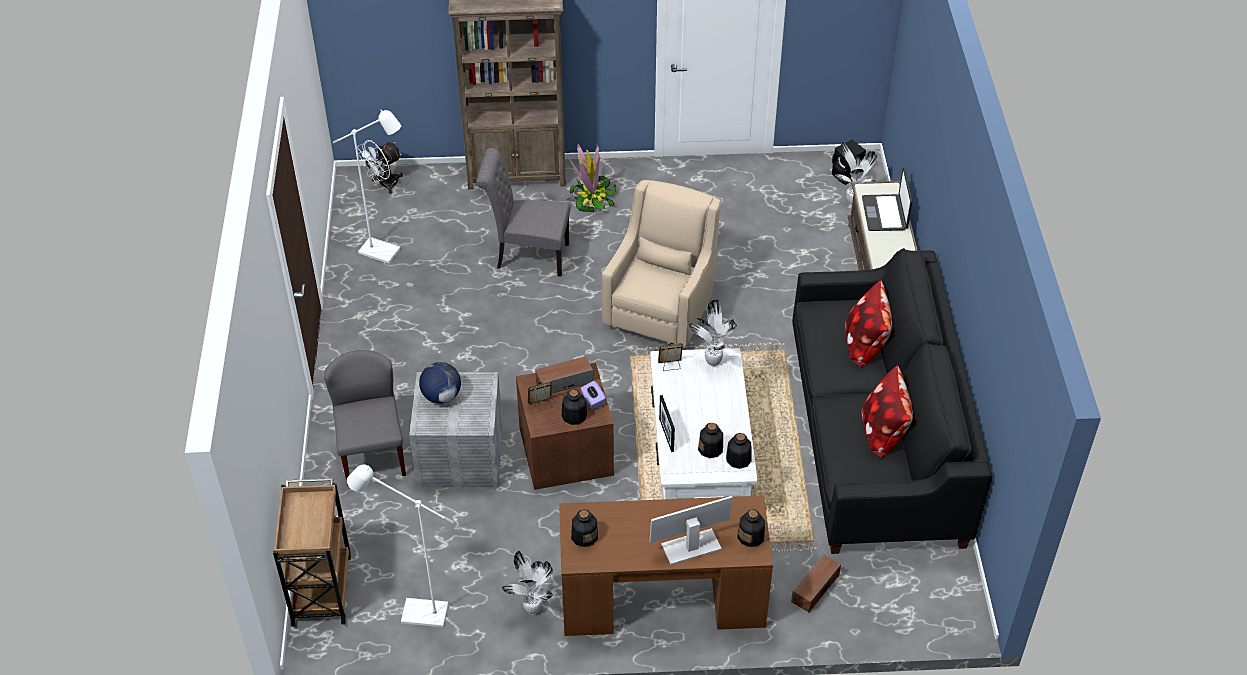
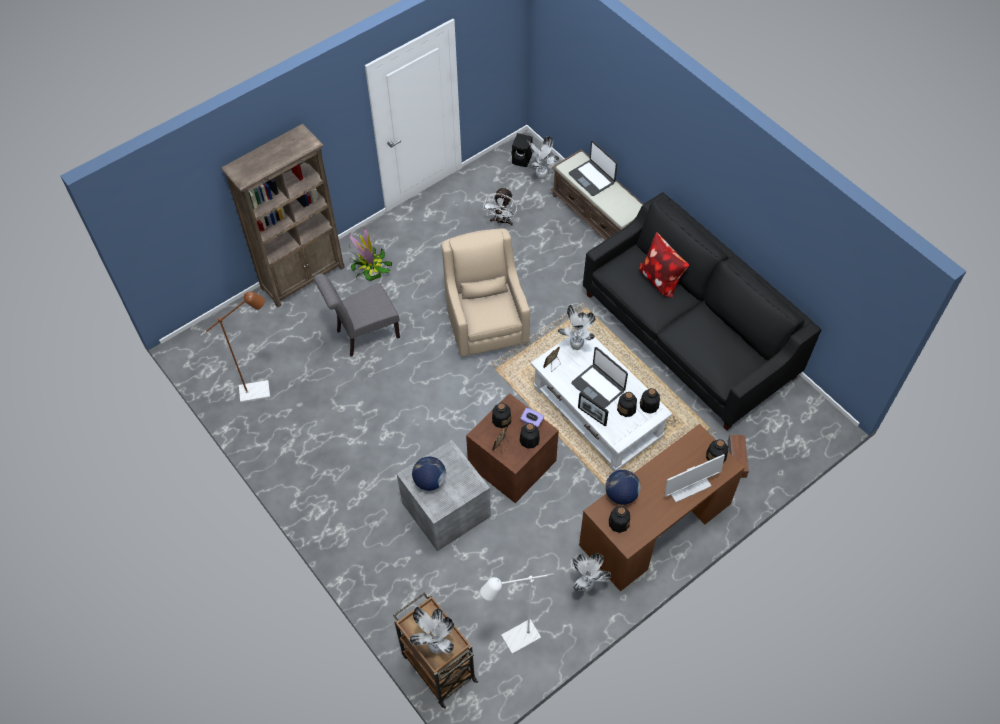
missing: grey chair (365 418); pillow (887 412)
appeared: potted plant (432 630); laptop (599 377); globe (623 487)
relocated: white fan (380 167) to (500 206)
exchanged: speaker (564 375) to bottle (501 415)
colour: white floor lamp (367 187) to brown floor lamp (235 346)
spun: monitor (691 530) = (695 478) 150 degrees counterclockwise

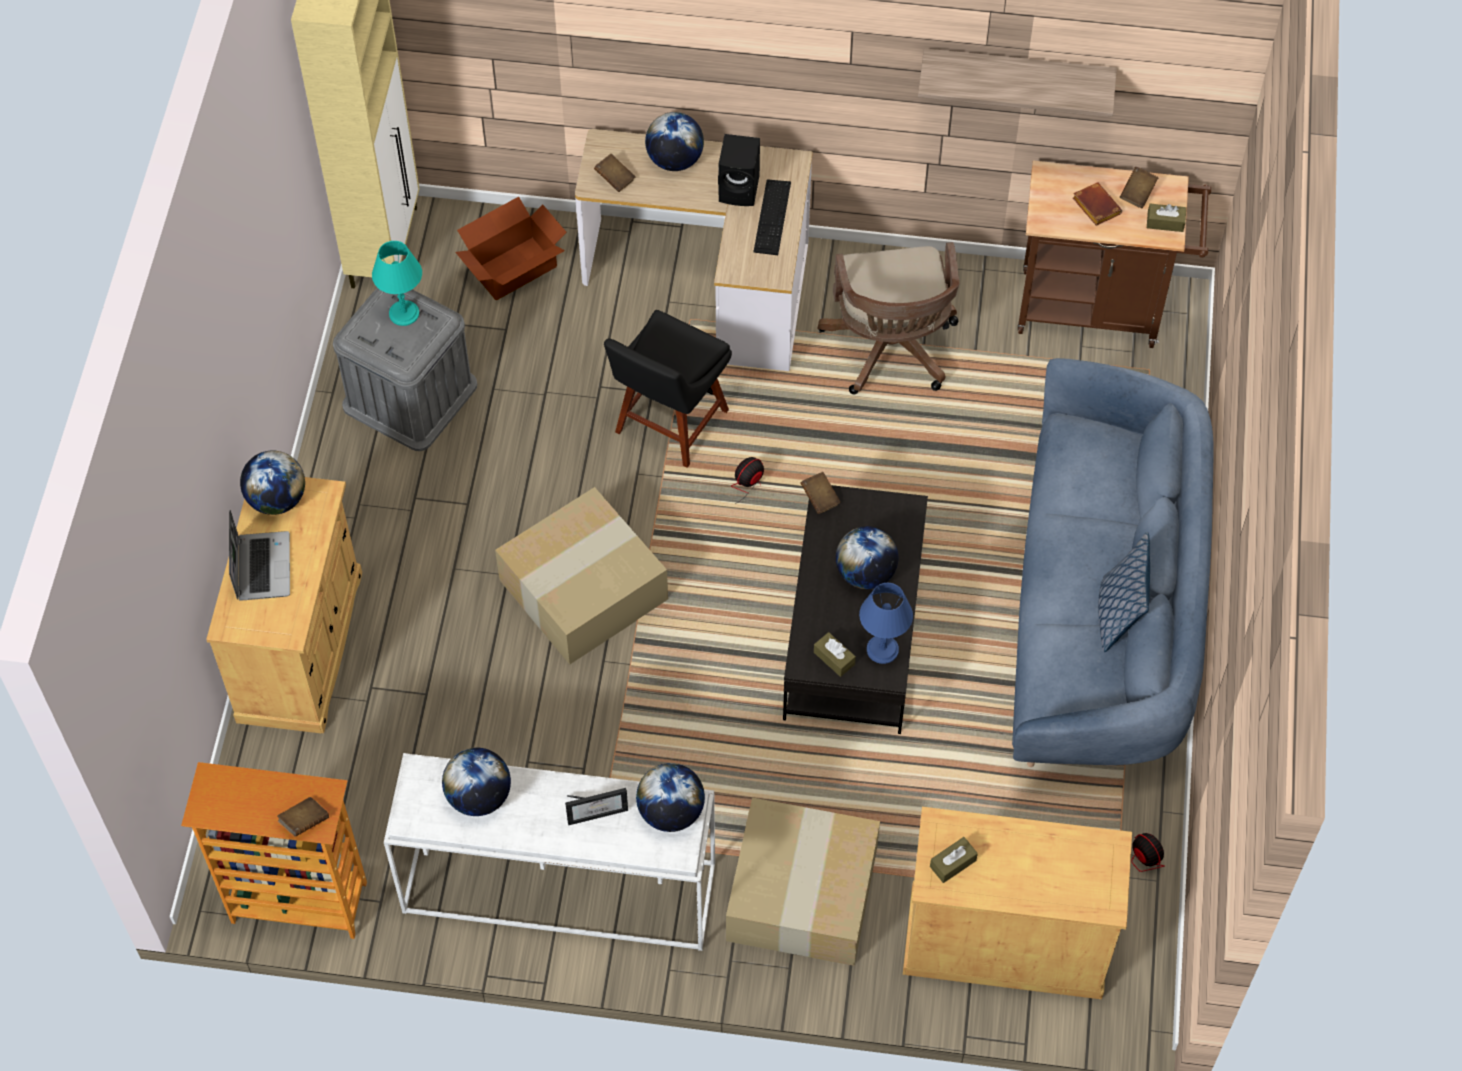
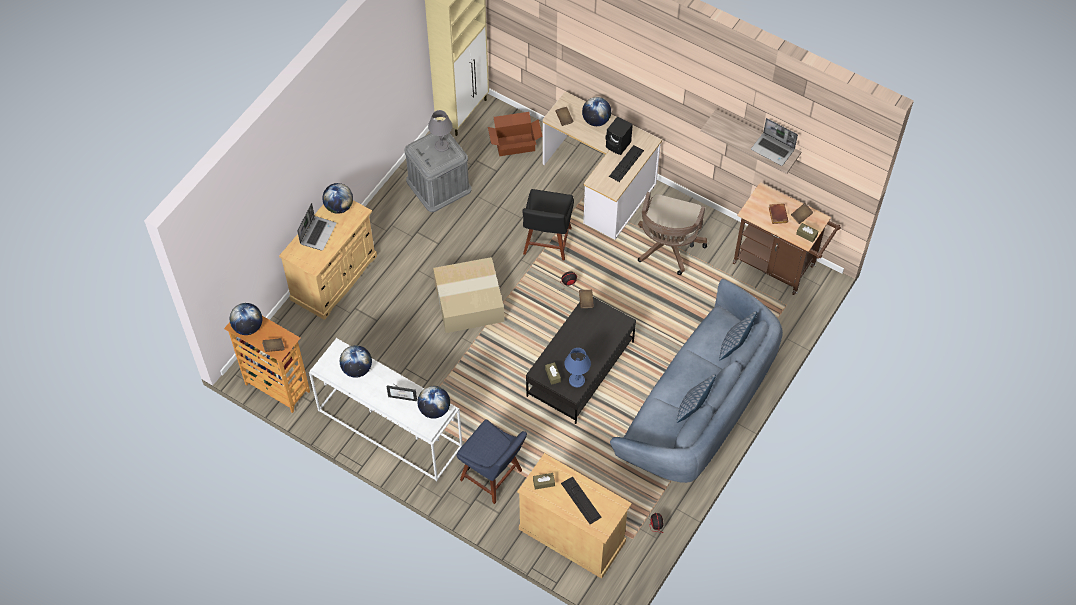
appeared: keyboard (581 500); pillow (738 335); laptop (774 142)
relocated: globe (867 557) to (246 319)
exchanged: cardboard box (803 882) to blue chair (491 461)
colour: turquoise table lamp (397 283) to grey table lamp (440 131)
spun: black chair (668 389) = (548 225) 45 degrees counterclockwise

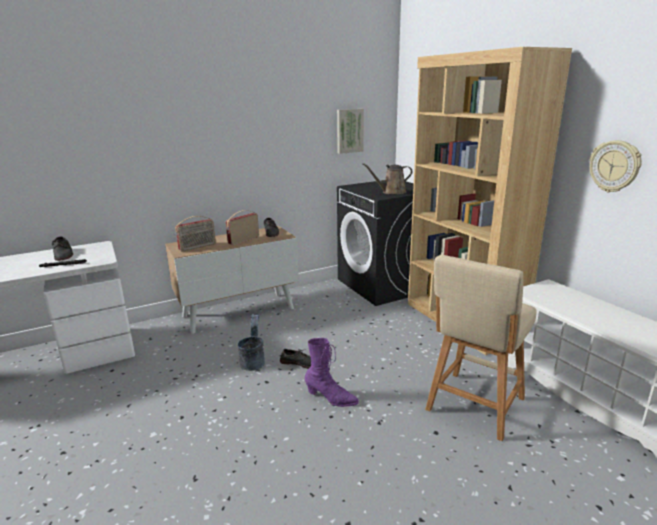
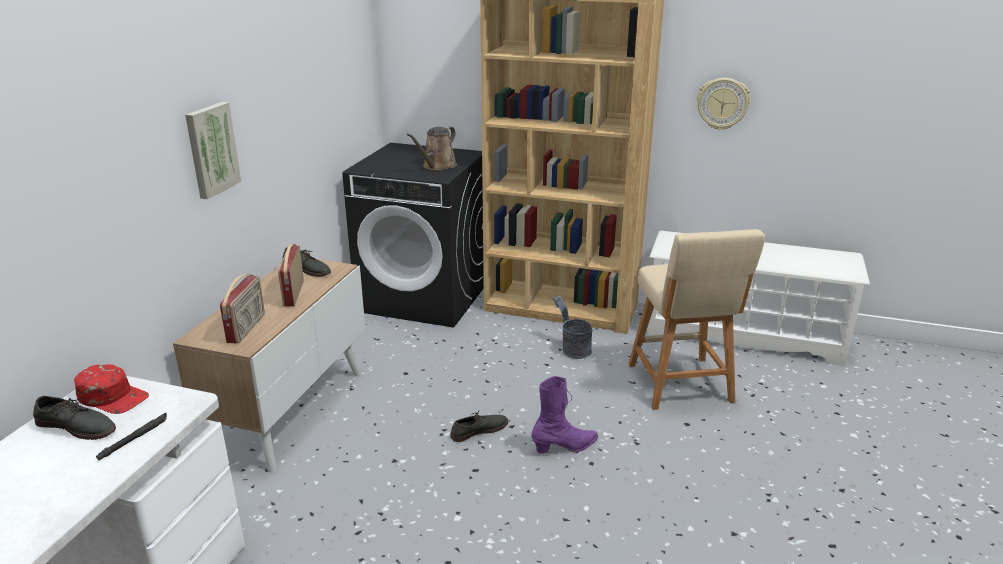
appeared: red cap (111 389)
relocated: grey bucket (251 342) to (572 327); picture (350 131) to (213 150)

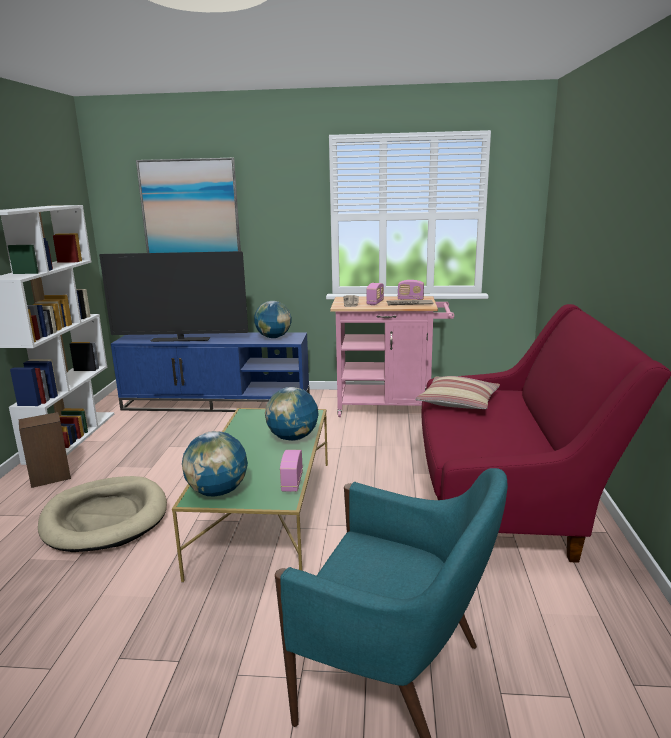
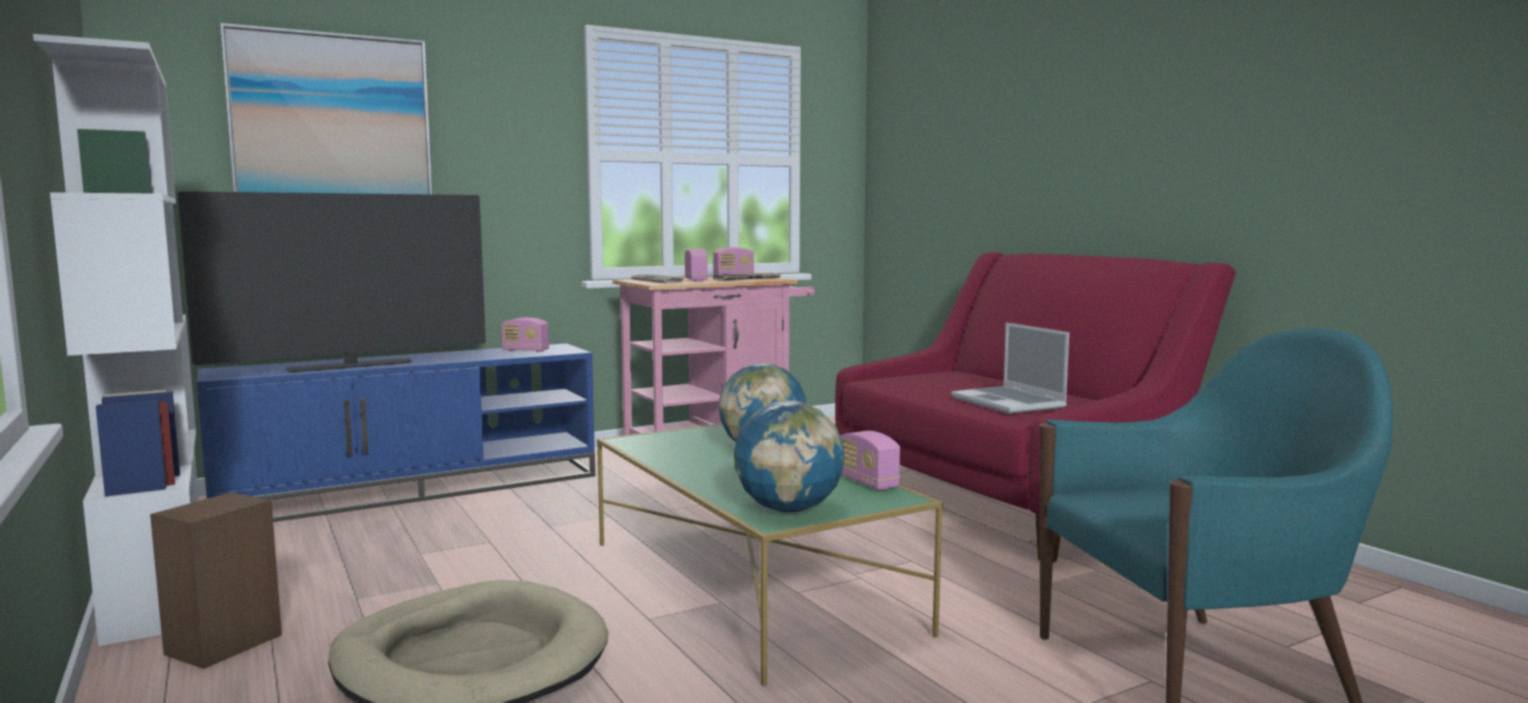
missing: pillow (457 392)
appeared: laptop (1010 368)
exchanged: globe (272 319) to radio (525 334)

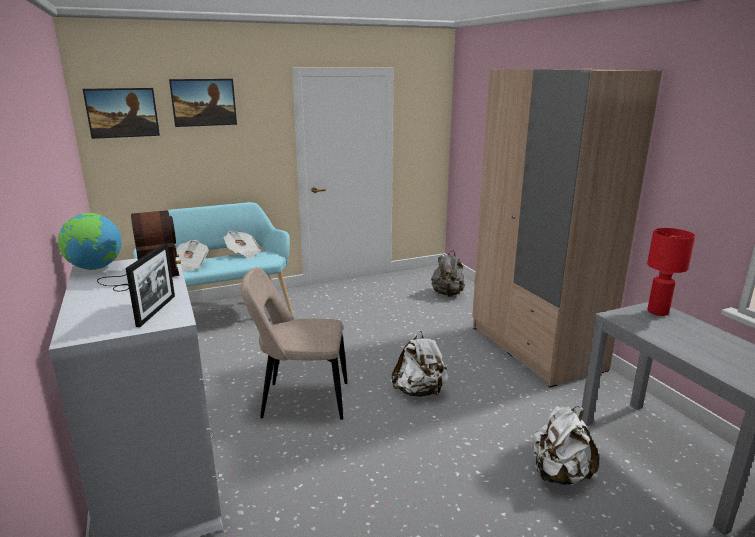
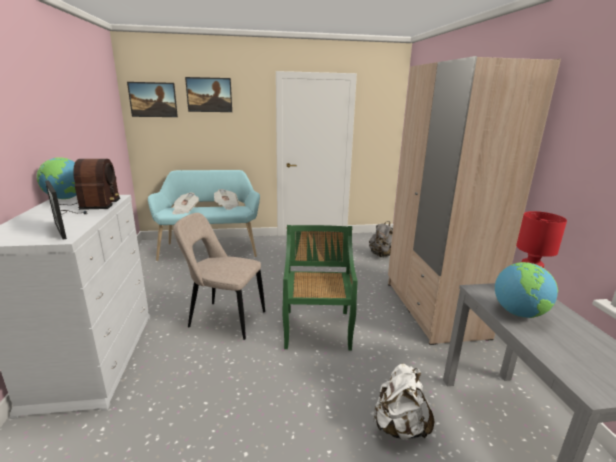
appeared: globe (526 290)
exchanged: white backpack (420 364) to green chair (319 287)
spun: picture frame (150 285) = (56 210) 120 degrees clockwise

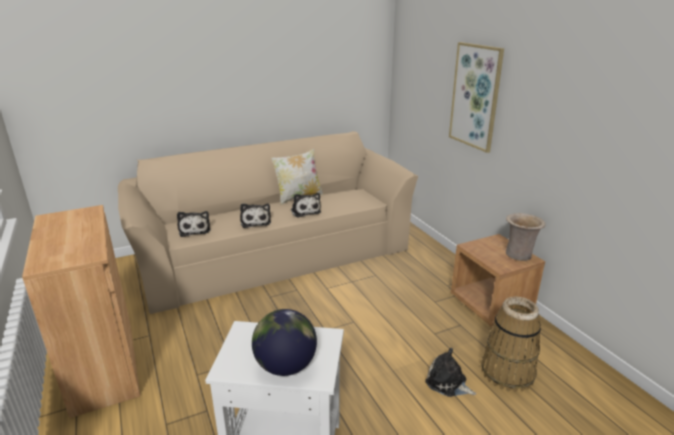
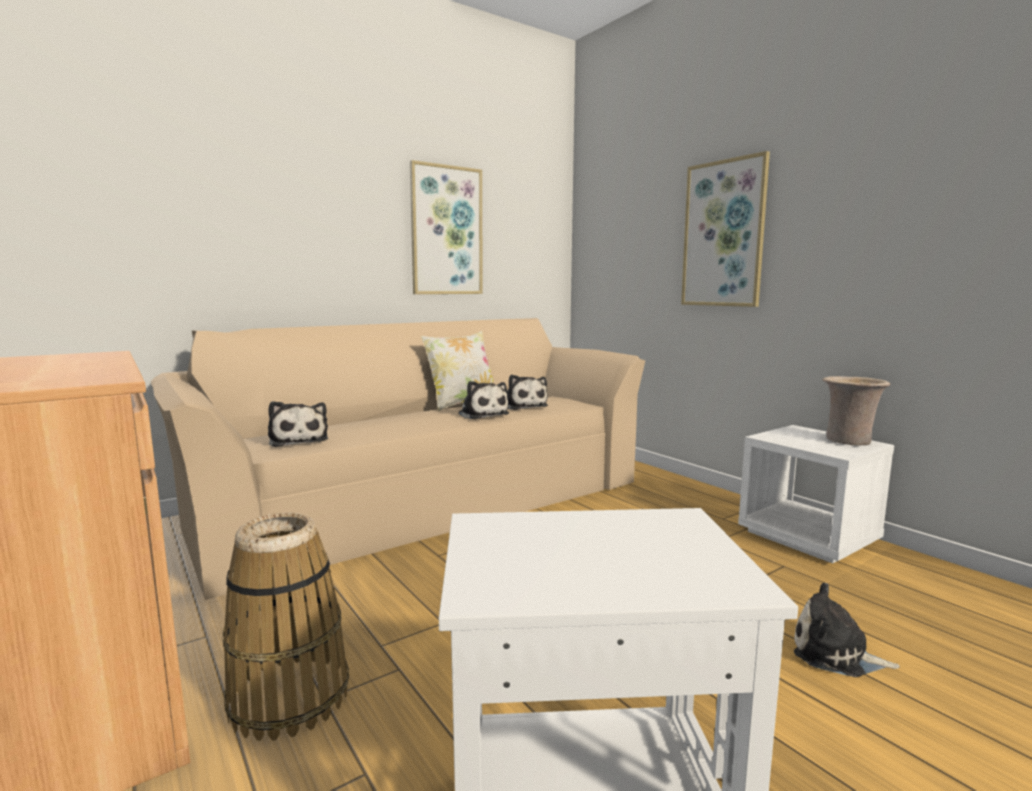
missing: globe (284 342)
appeared: picture (446 227)
relocated: plush toy (255 215) to (527 392); basket (511 344) to (286 626)
colour: brown nightstand (498 280) to white nightstand (816 494)

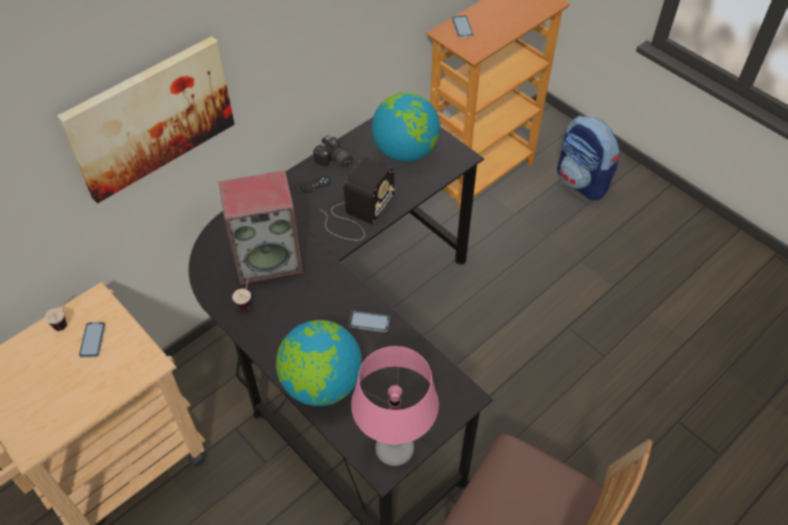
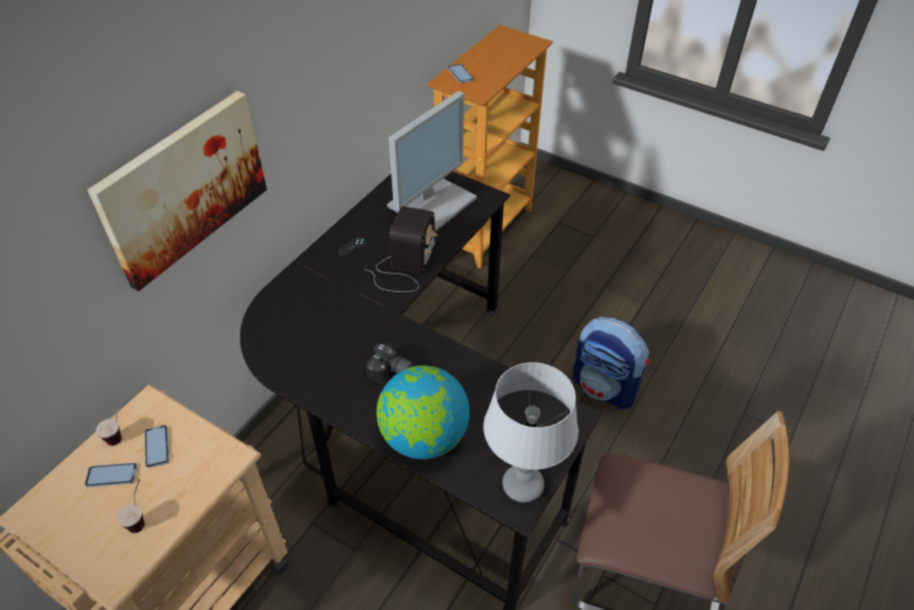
missing: speaker (261 227)
relocated: cup (242 291) to (131 506); photo camera (333 151) to (391 363); phone (369 321) to (111 475); backpack (588 158) to (611 362)
exchanged: globe (406 127) to monitor (432 161)
colour: pink table lamp (395 406) to grey table lamp (530 432)

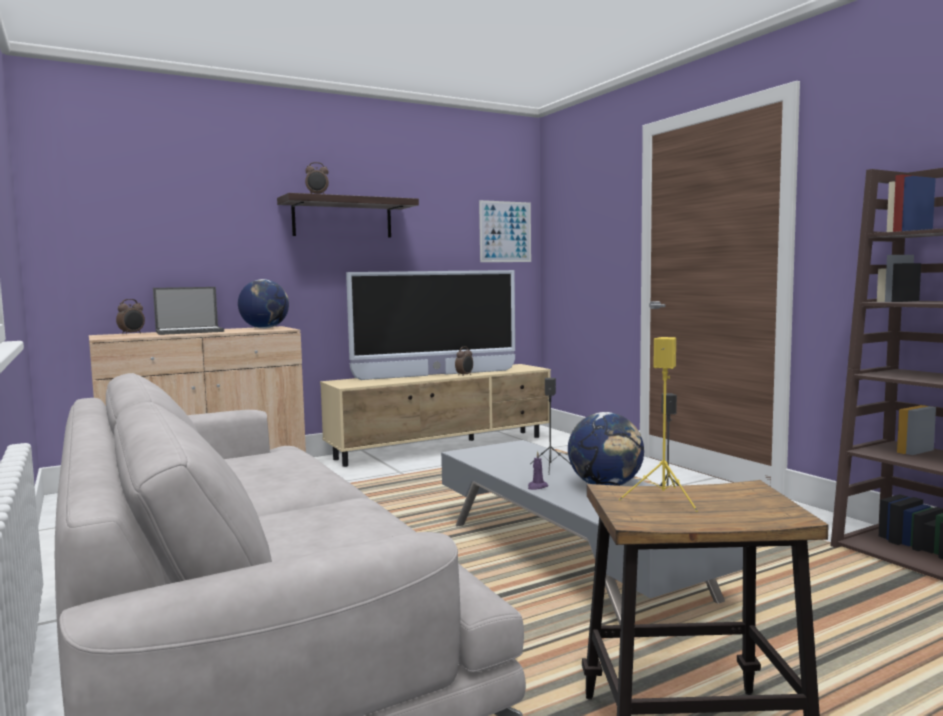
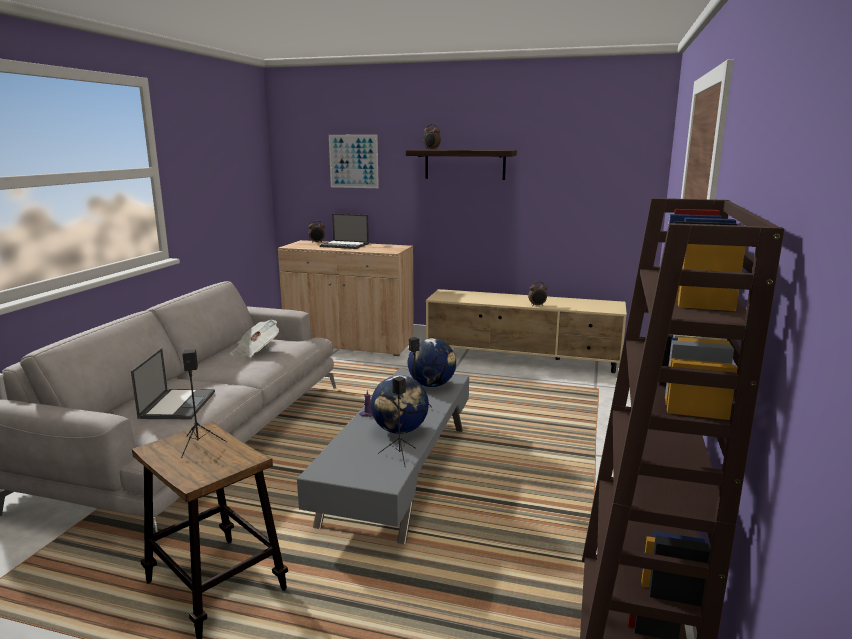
missing: television (430 325)
appeared: laptop (173 383); newspaper (254 338)
relocated: globe (263 304) to (432 362); picture (505 231) to (354 161)
colour: yellow speaker (658 424) to black speaker (204 403)

